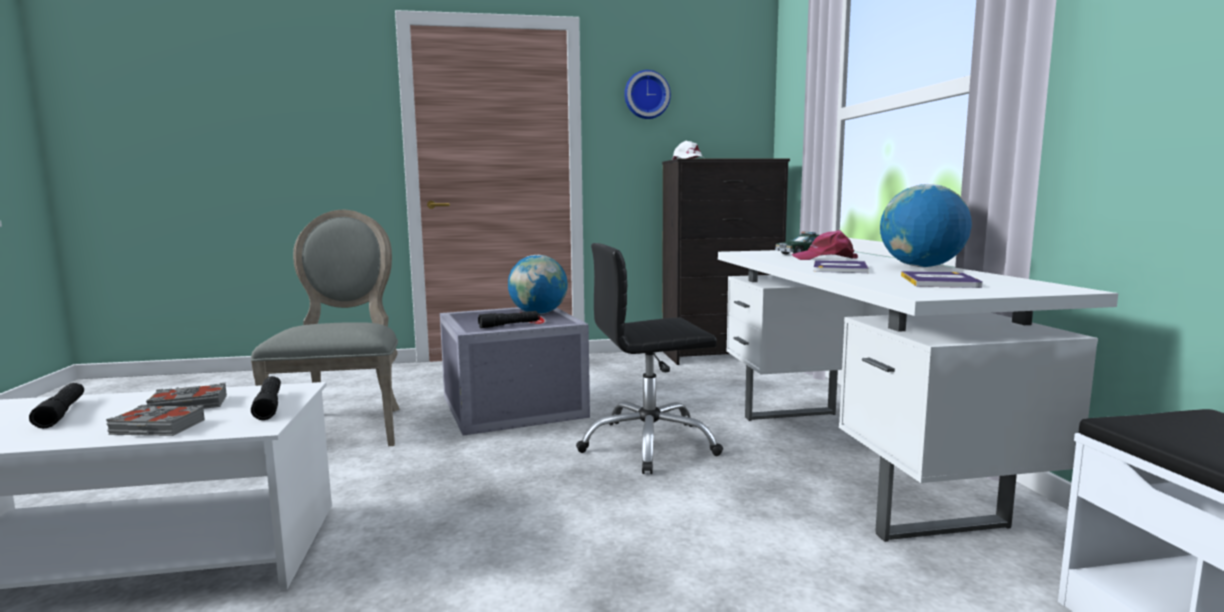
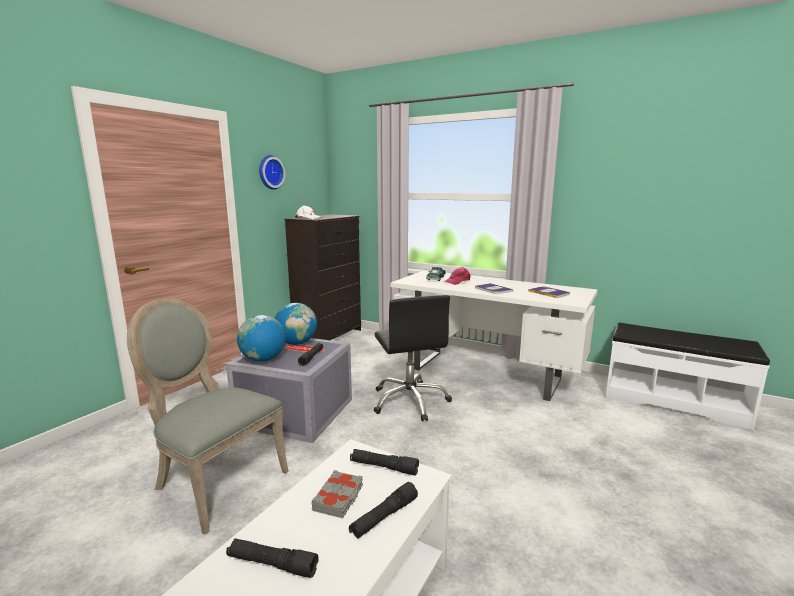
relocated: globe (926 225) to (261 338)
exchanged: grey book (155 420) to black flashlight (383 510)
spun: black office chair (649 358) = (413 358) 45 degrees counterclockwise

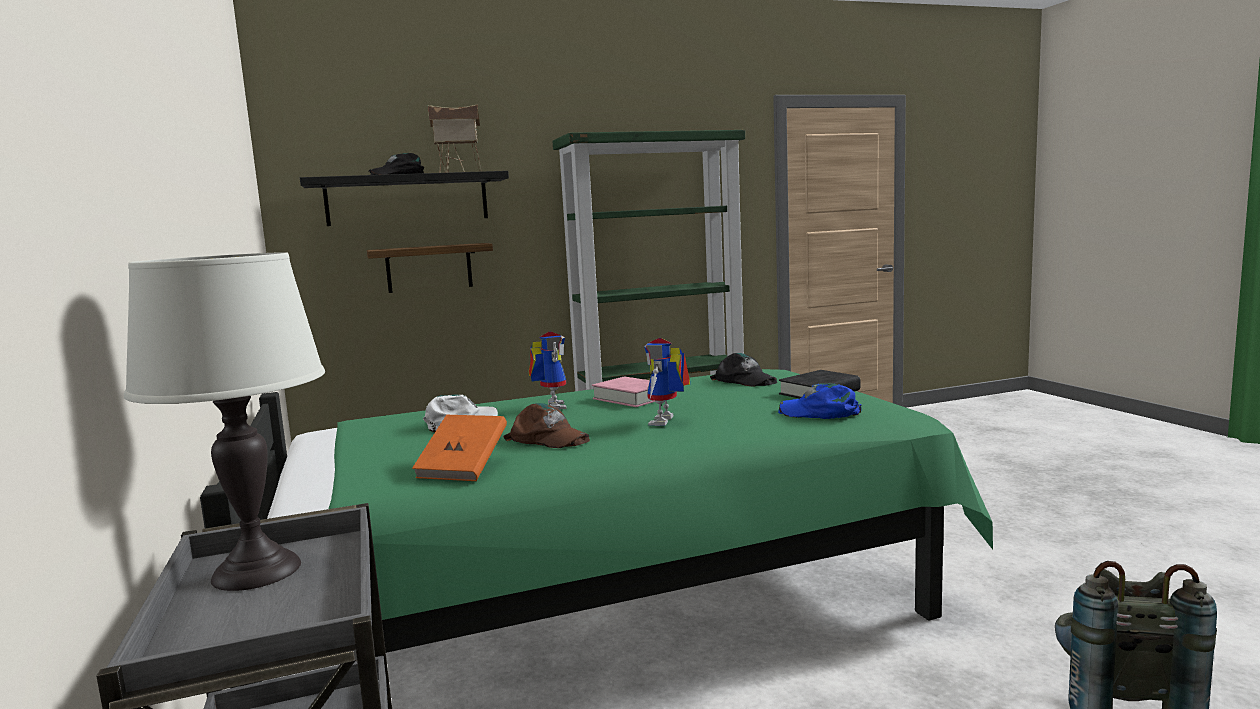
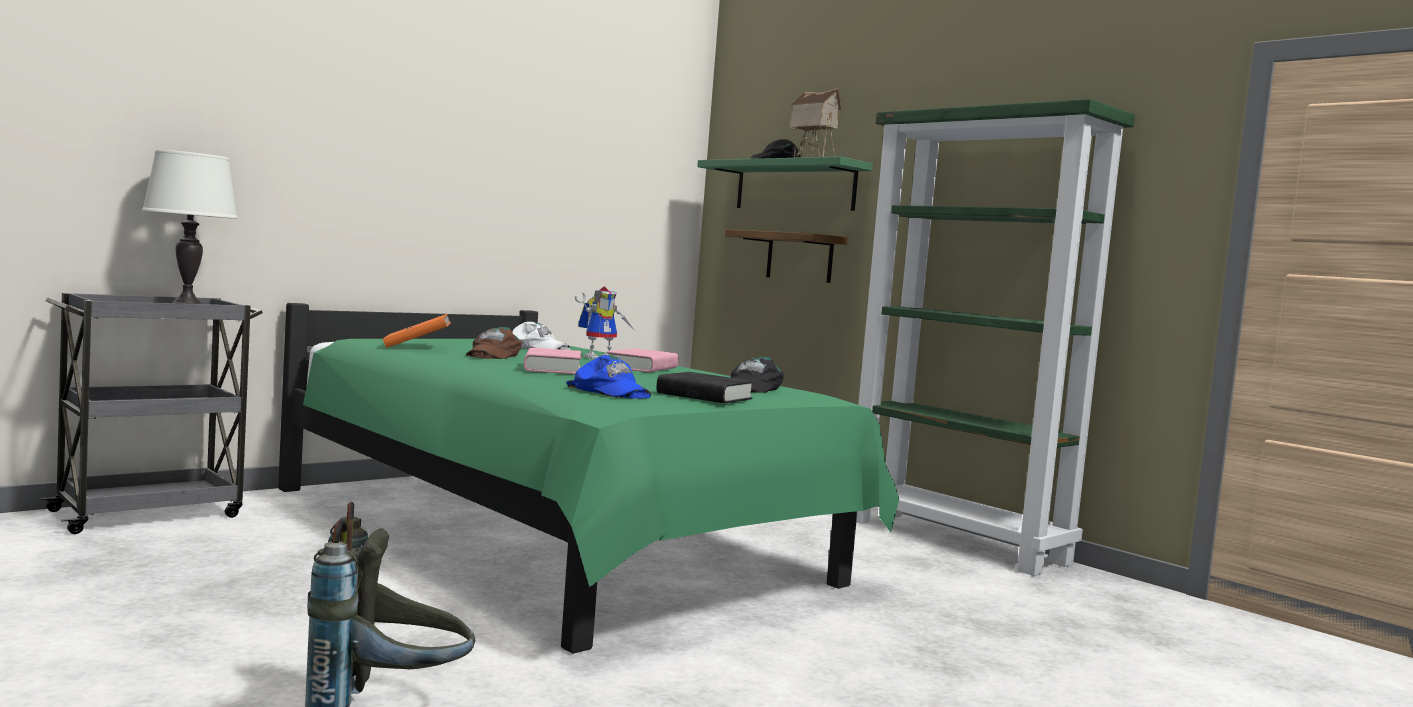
exchanged: toy robot (667 382) to pink book (552 361)
colour: black shelf (404 198) to green shelf (785 184)
spun: blue cap (819 401) = (608 376) 135 degrees clockwise

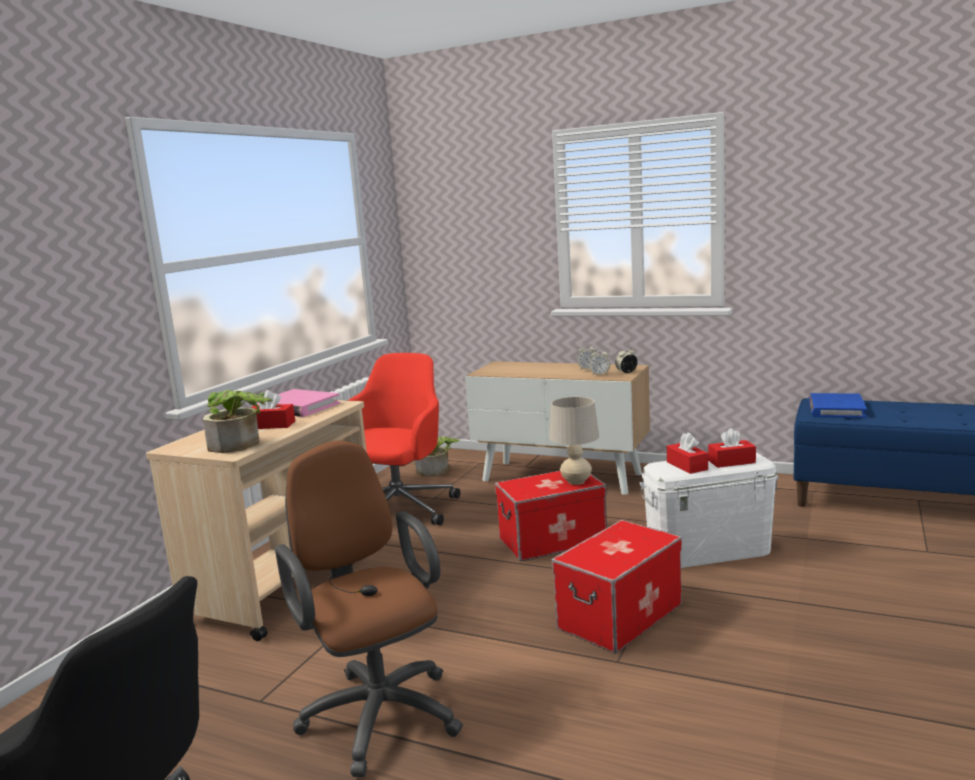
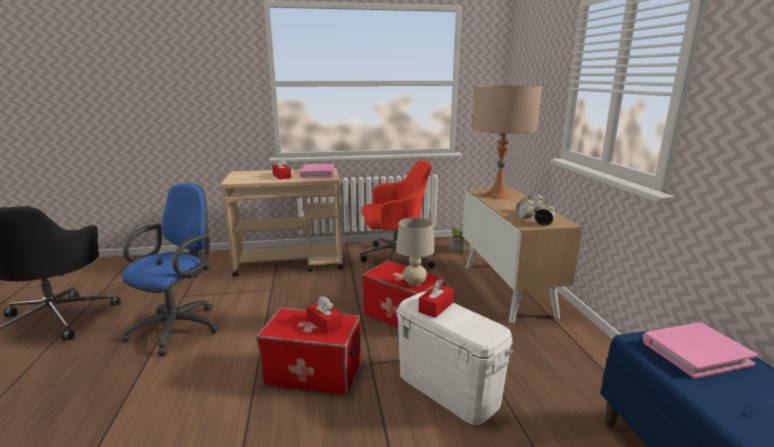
missing: potted plant (238 421)
appeared: beige table lamp (507 142)
relocated: red tissue box (732 448) to (324 315)
colour: brown office chair (369 608) to blue office chair (170 269); blue book (837 405) to pink book (700 350)

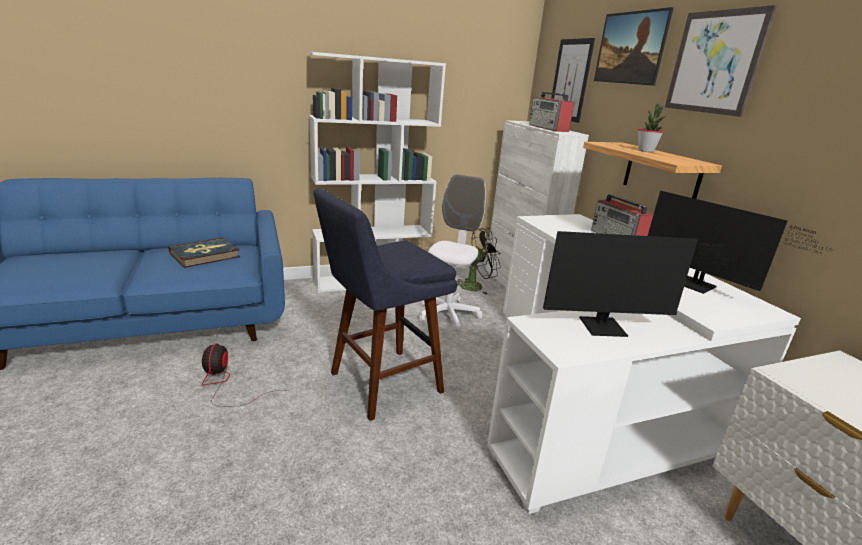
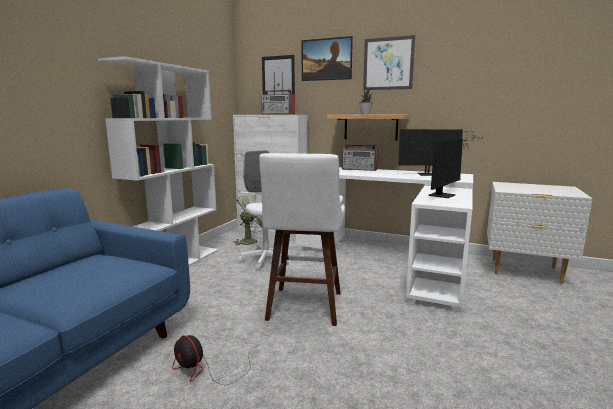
missing: book (204 252)
colour: blue stool (385 304) to white stool (302 239); black fan (479 261) to green fan (248 219)

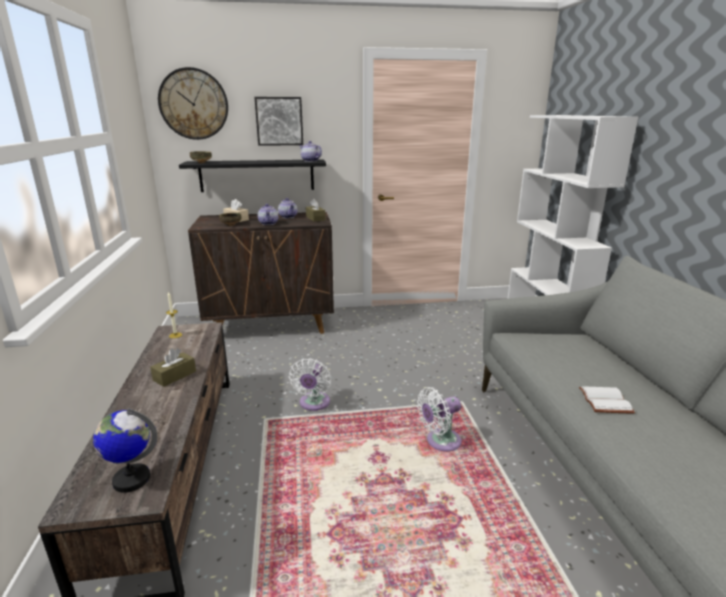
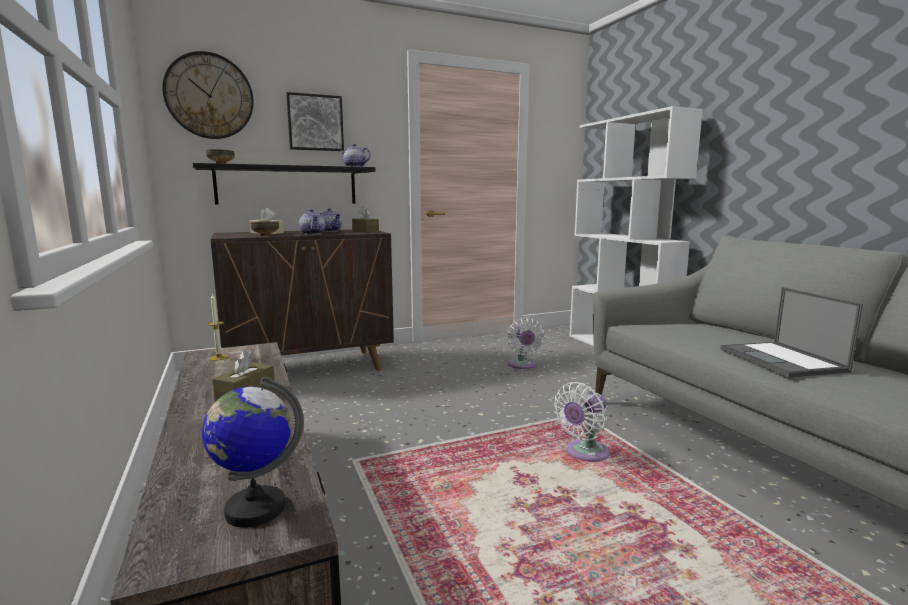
relocated: white fan (310 384) to (525 343)
exchanged: white book (607 400) to laptop (791 332)

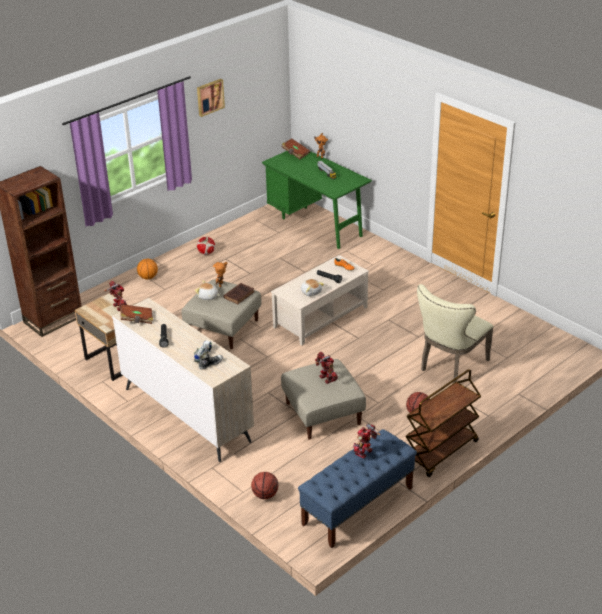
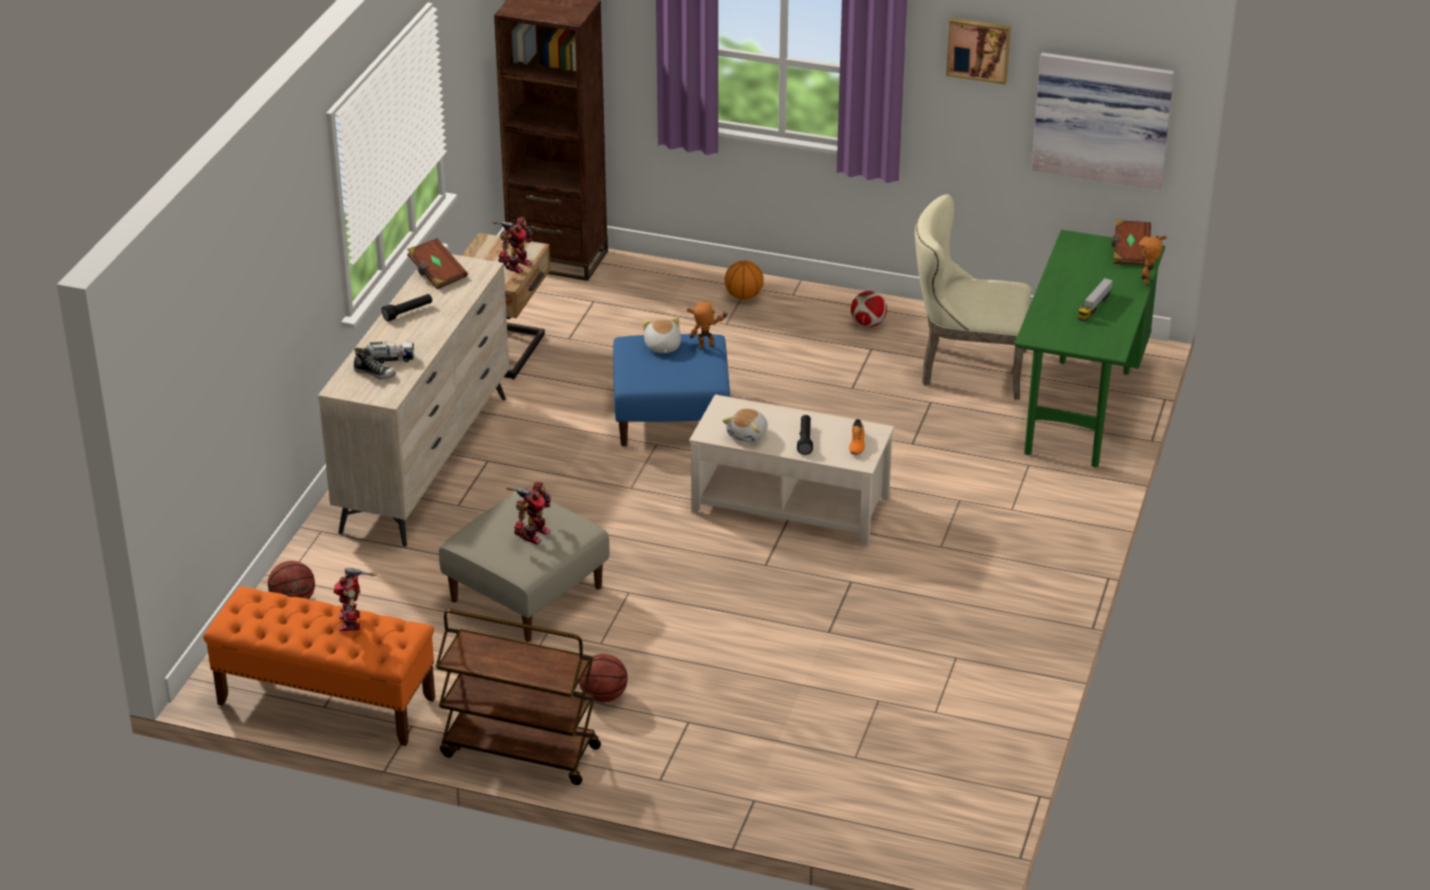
missing: brown book (239 293)
appeared: picture (1103 121)
relocated: beige chair (455 333) to (973 297)
colour: beige ottoman (221 314) to blue ottoman (671 390); blue bench (357 488) to orange bench (319 666)
spun: toy robot (366 441) = (355 599) 105 degrees counterclockwise

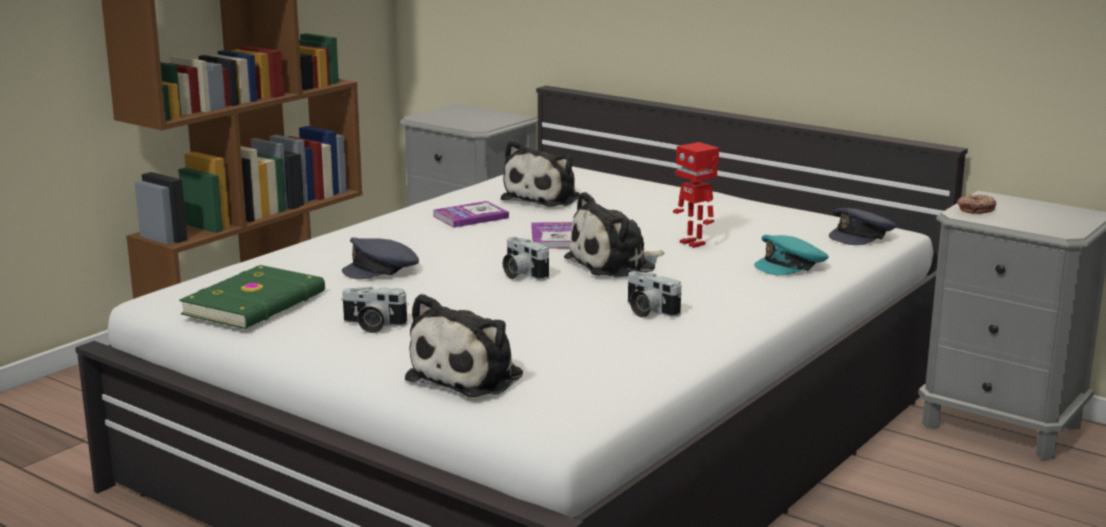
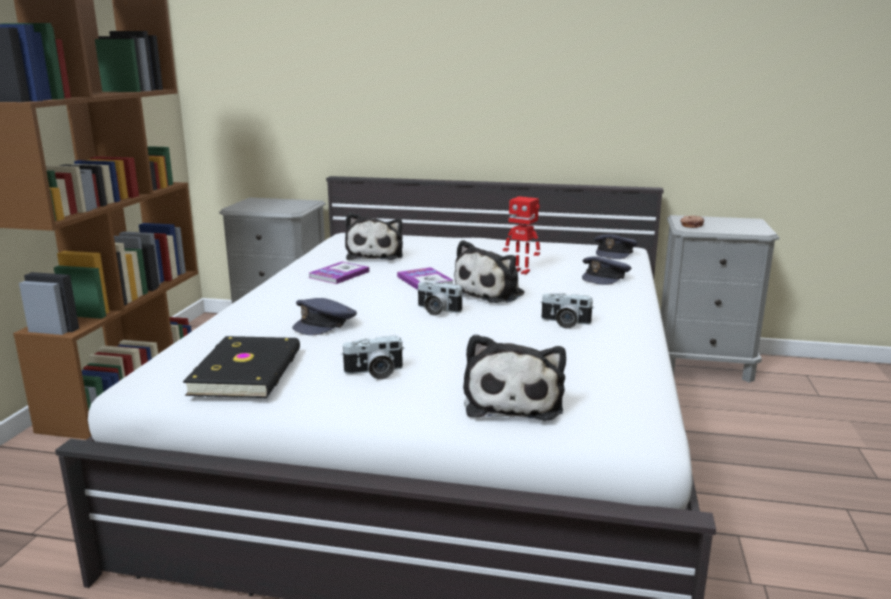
colour: green book (252 297) to black book (241 367); turquoise cap (791 255) to grey cap (606 270)

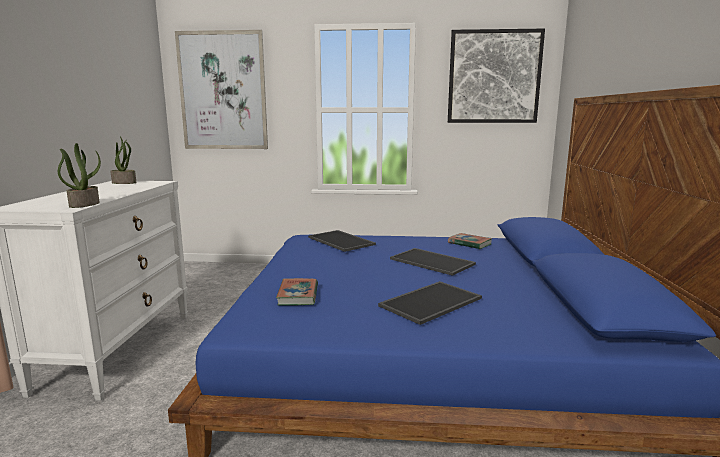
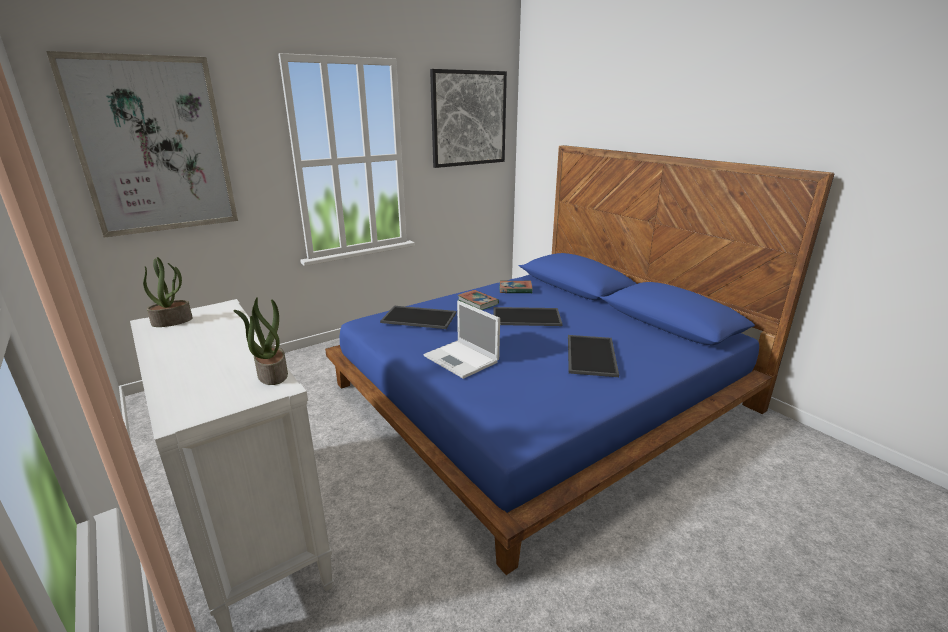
appeared: laptop (462 340)
relocated: book (297 292) to (478 300)

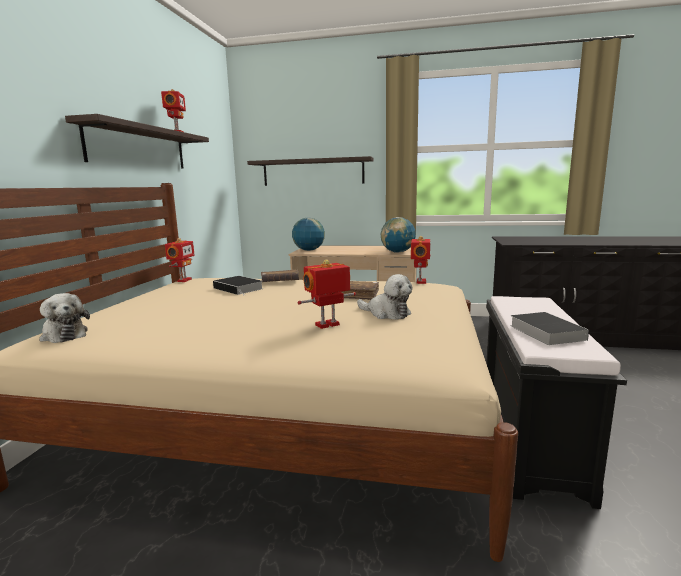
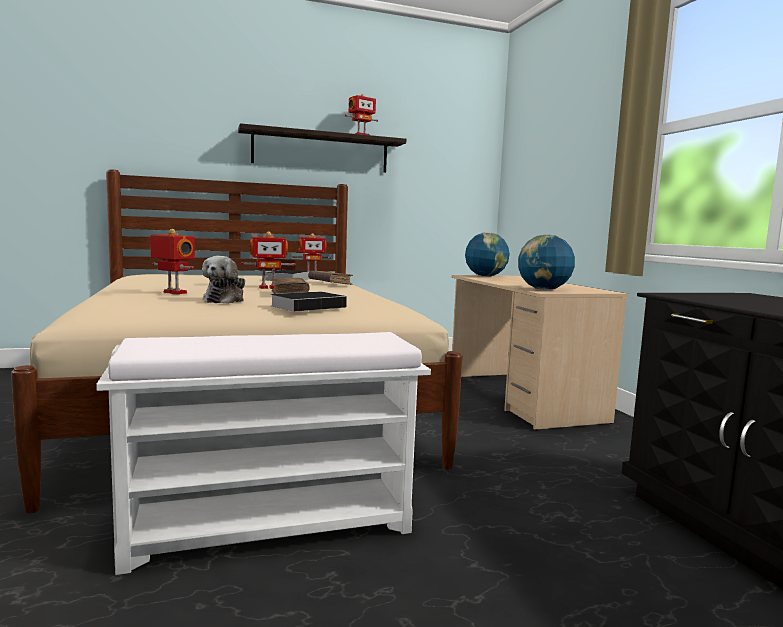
missing: plush toy (64 318); shelf (310 171)
relocated: toy robot (421 260) to (268 260); book (549 328) to (310 302)
colour: black bench (556 402) to white bench (263 453)

